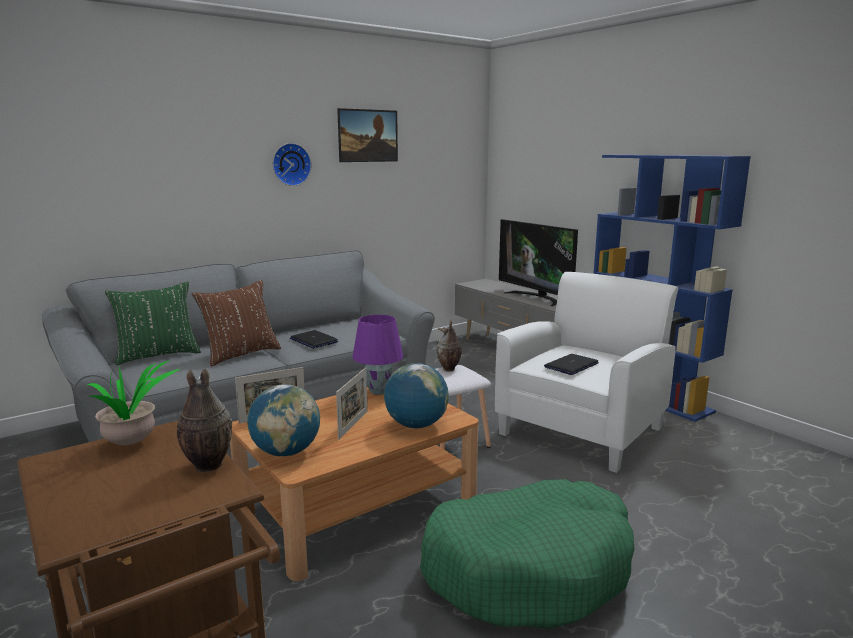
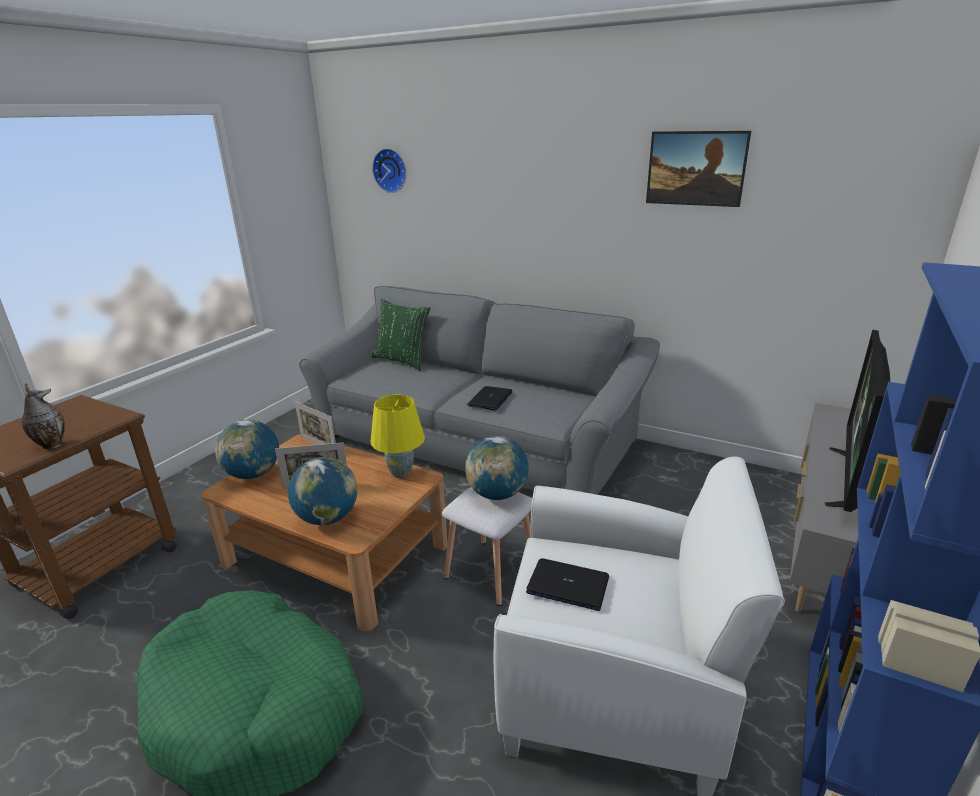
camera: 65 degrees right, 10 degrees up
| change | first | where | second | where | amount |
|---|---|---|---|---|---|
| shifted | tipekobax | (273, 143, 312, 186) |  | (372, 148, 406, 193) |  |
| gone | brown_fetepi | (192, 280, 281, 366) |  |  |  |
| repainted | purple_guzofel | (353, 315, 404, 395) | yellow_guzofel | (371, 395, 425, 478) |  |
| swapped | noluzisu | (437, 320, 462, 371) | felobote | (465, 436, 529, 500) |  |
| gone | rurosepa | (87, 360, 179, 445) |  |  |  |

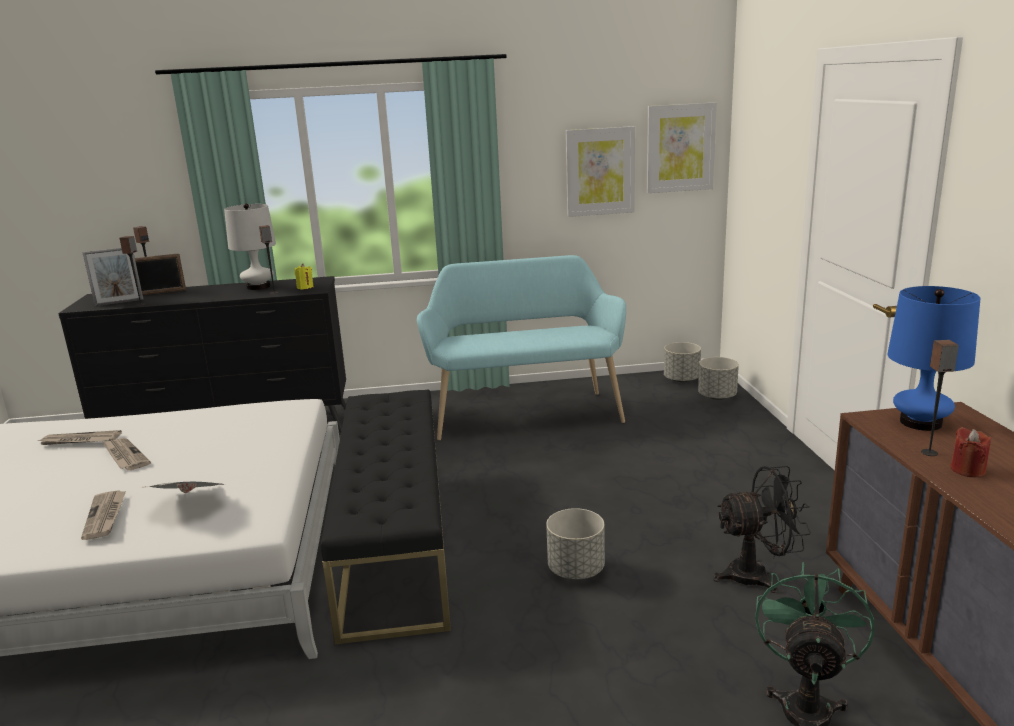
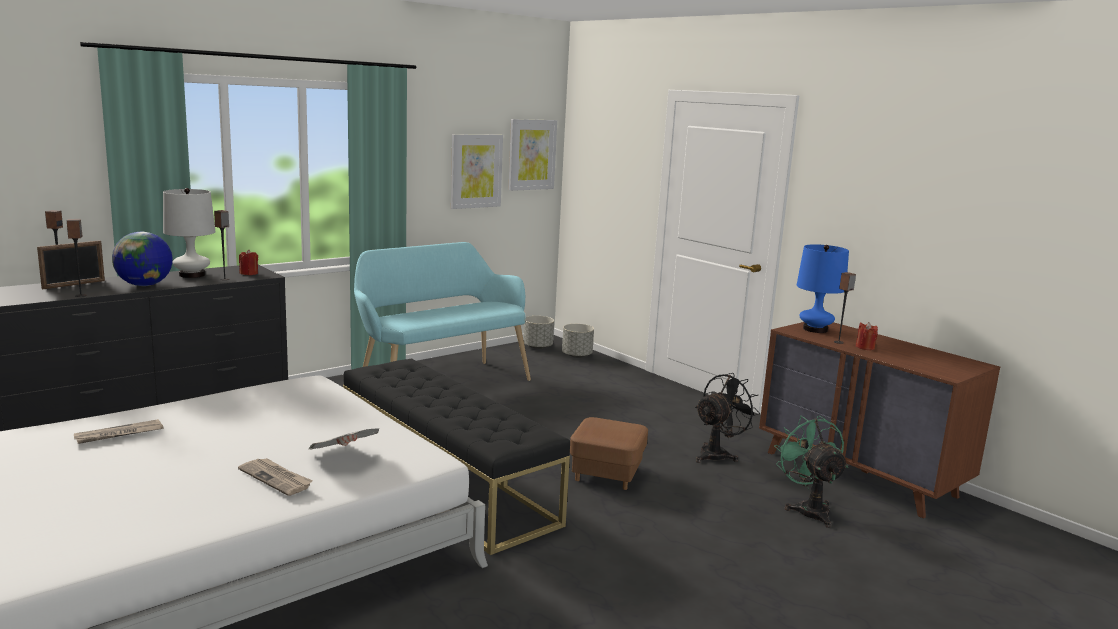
camera: 35 degrees left, 5 degrees down
| change | first | where | second | where | amount |
|---|---|---|---|---|---|
| gone | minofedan | (82, 248, 143, 306) |  |  |  |
| repainted | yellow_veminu | (295, 264, 314, 289) | red_veminu | (239, 250, 258, 275) |  |
| gone | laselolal | (102, 438, 151, 470) |  |  |  |
| swapped | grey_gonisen | (546, 508, 605, 579) | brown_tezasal | (570, 417, 648, 490) |  |
| new |  |  | felobote | (112, 232, 173, 286) |  |

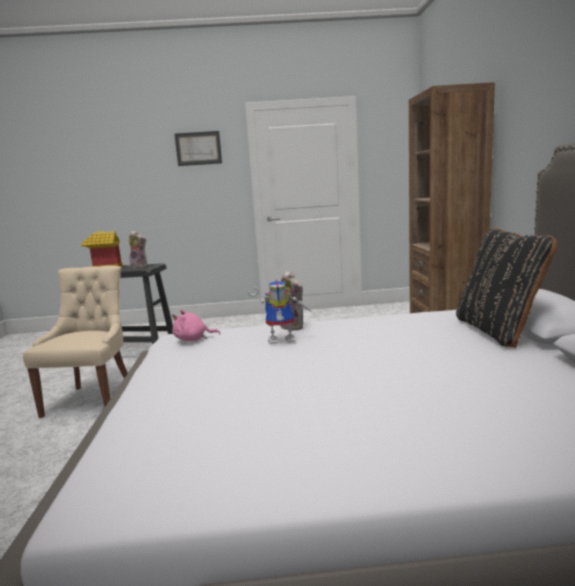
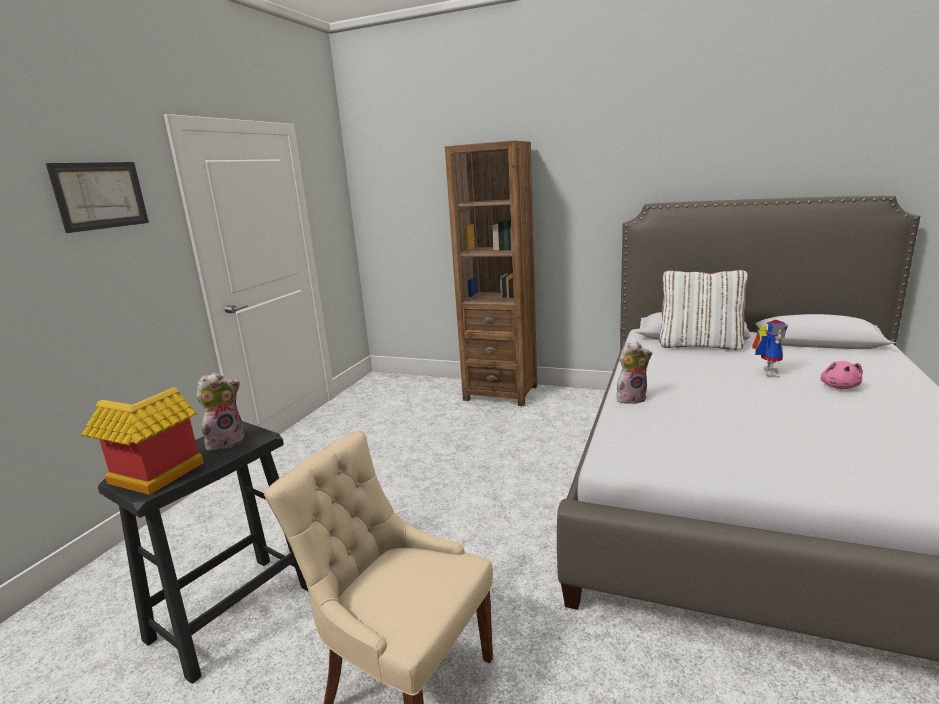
camera: 65 degrees left, 5 degrees up
| change | first | where | second | where | amount |
|---|---|---|---|---|---|
| repainted | black_fetepi | (456, 227, 558, 348) | white_fetepi | (659, 270, 748, 350) |  |
| shifted | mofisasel | (247, 279, 313, 344) |  | (752, 320, 788, 378) |  |
| shifted | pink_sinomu | (172, 309, 221, 341) |  | (820, 361, 863, 389) |  |

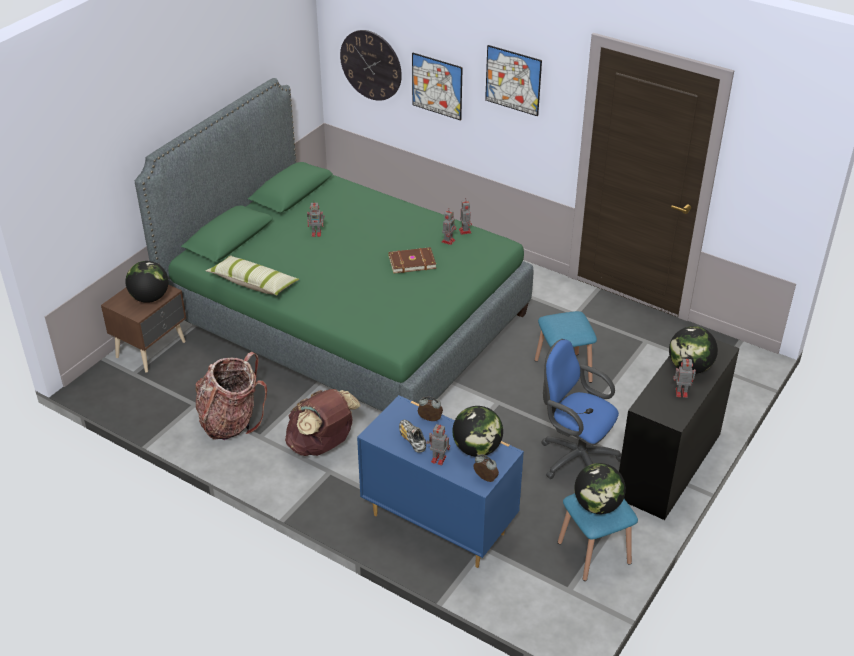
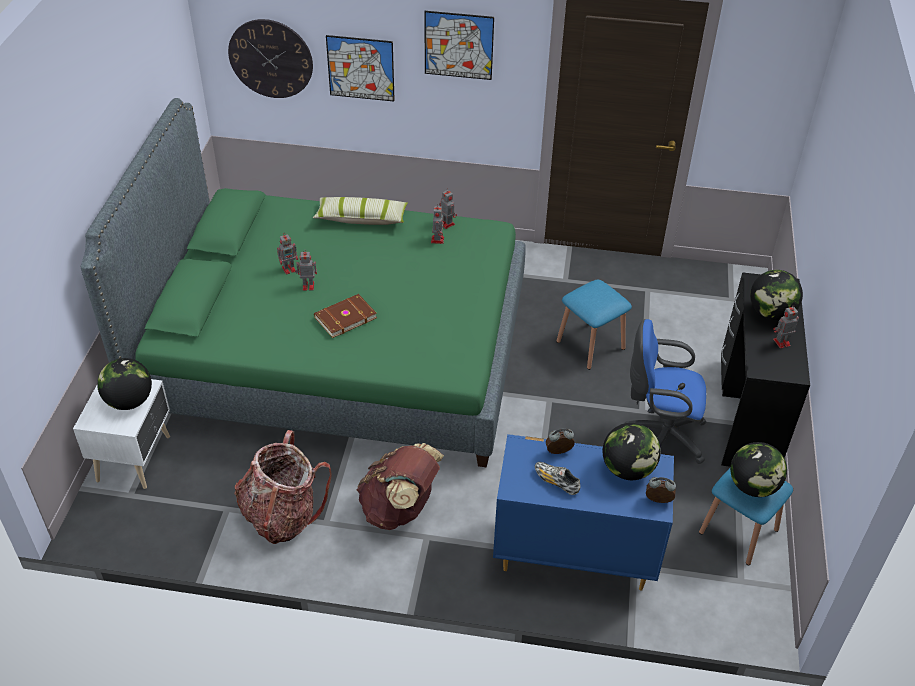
camera: 25 degrees left, 5 degrees up
| change | first | where | second | where | amount |
|---|---|---|---|---|---|
| shifted | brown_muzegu | (388, 247, 436, 274) |  | (314, 294, 377, 338) |  |
| shifted | fetepi | (206, 255, 299, 296) |  | (313, 197, 408, 225) |  |
| repainted | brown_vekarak | (101, 284, 186, 373) | white_vekarak | (73, 379, 170, 489) |  |
| shifted | mofisasel | (427, 423, 450, 466) |  | (295, 249, 317, 291) |  |

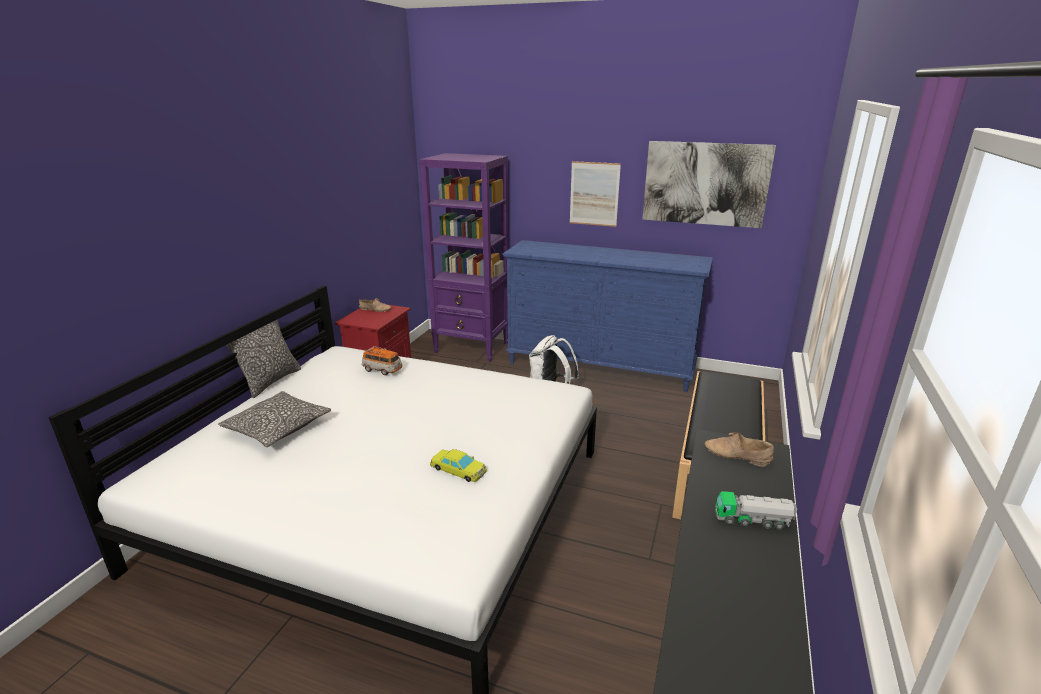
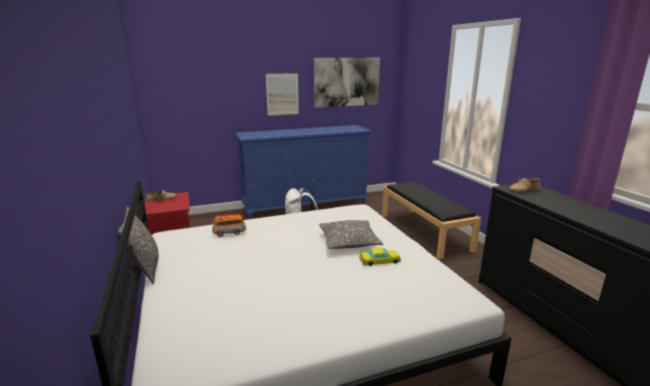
camera: 40 degrees left, 5 degrees down
| change | first | where | second | where | amount |
|---|---|---|---|---|---|
| gone | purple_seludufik | (419, 153, 508, 362) |  |  |  |
| shifted | fetepi | (218, 391, 331, 447) |  | (319, 220, 383, 249) |  |
| gone | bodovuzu | (715, 491, 797, 530) |  |  |  |

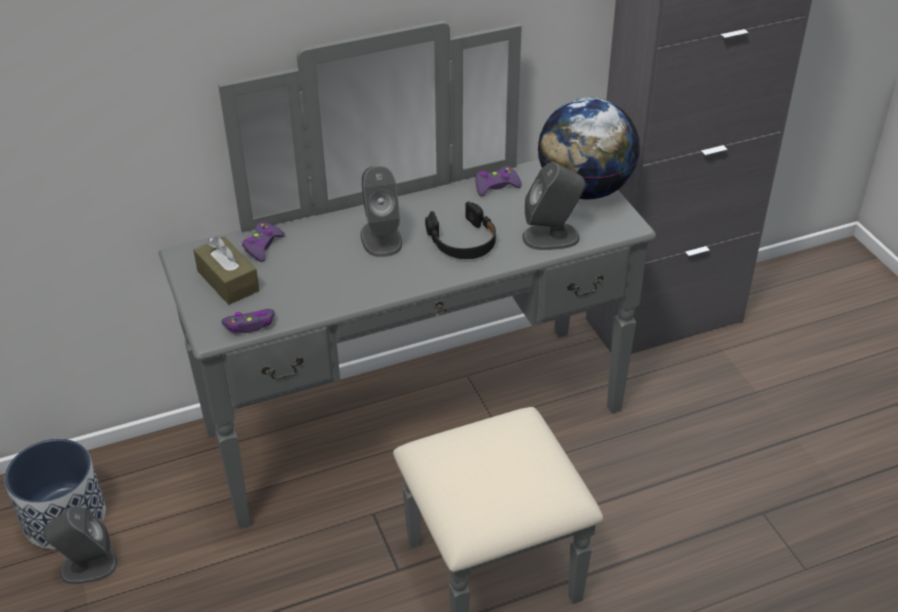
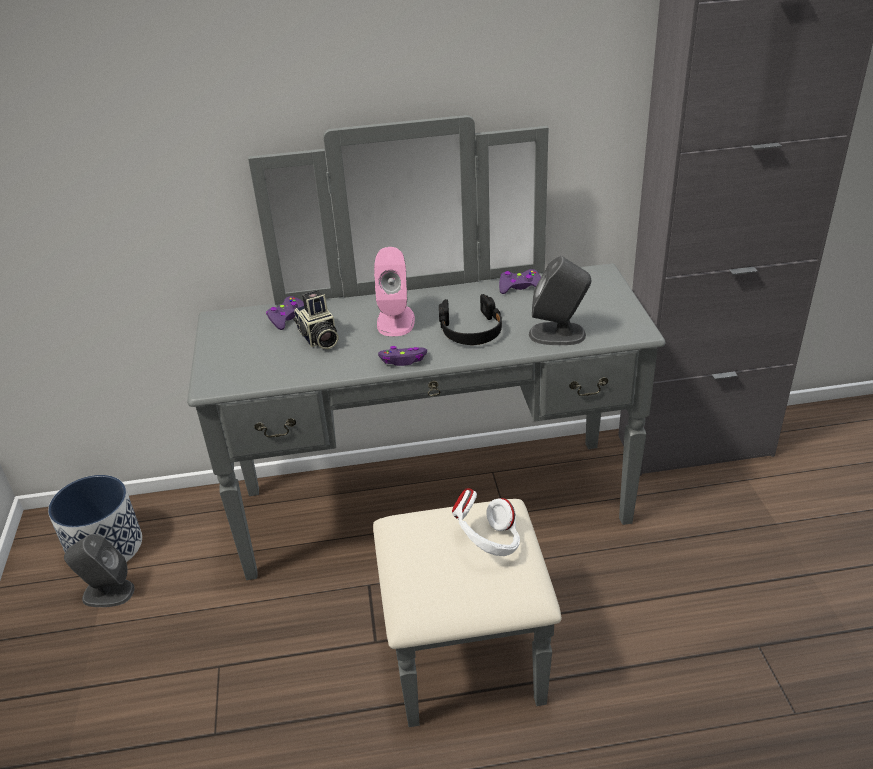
camera: 15 degrees right, 5 degrees down
| change | first | where | second | where | amount |
|---|---|---|---|---|---|
| gone | felobote | (538, 97, 640, 200) |  |  |  |
| repainted | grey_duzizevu | (361, 166, 402, 257) | pink_duzizevu | (374, 247, 415, 336) |  |
| gone | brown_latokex | (193, 237, 260, 305) |  |  |  |
| shifted | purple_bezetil | (221, 309, 274, 333) |  | (378, 346, 427, 366) |  |
| new |  |  | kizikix | (293, 290, 339, 349) |  |
| new |  |  | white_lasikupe | (452, 488, 520, 556) |  |

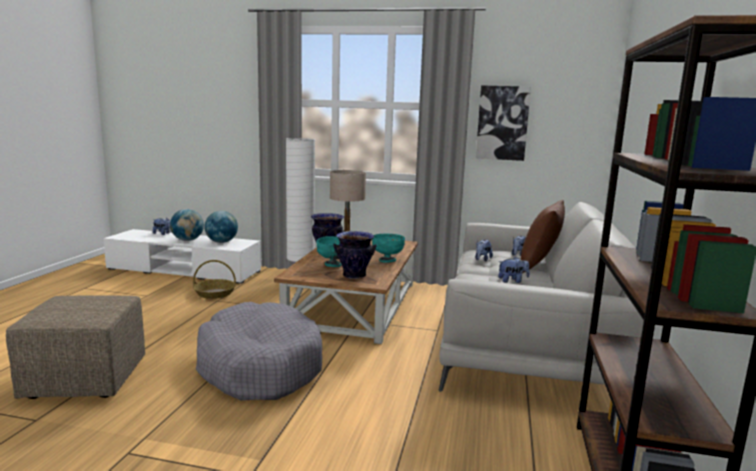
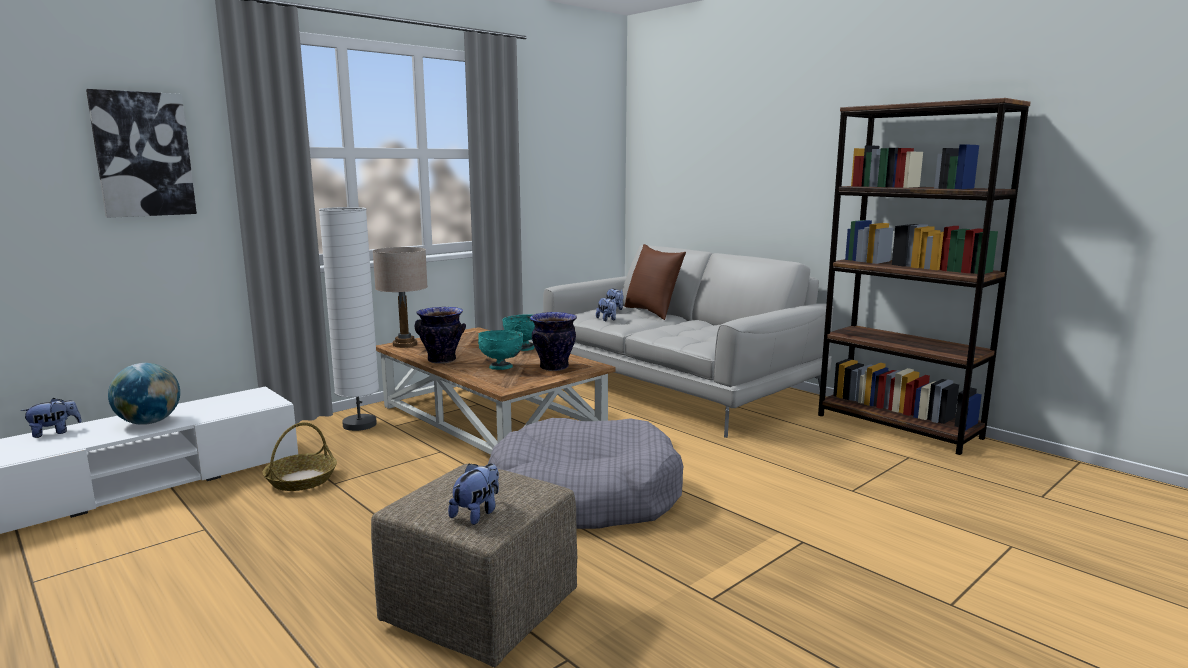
camera: 55 degrees left, 0 degrees up
| change | first | where | second | where | amount |
|---|---|---|---|---|---|
| shifted | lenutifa | (476, 85, 531, 161) |  | (86, 89, 197, 218) |  |
| gone | felobote | (205, 211, 238, 243) |  |  |  |
| shifted | sinomu | (498, 257, 530, 283) |  | (448, 463, 499, 525) |  |

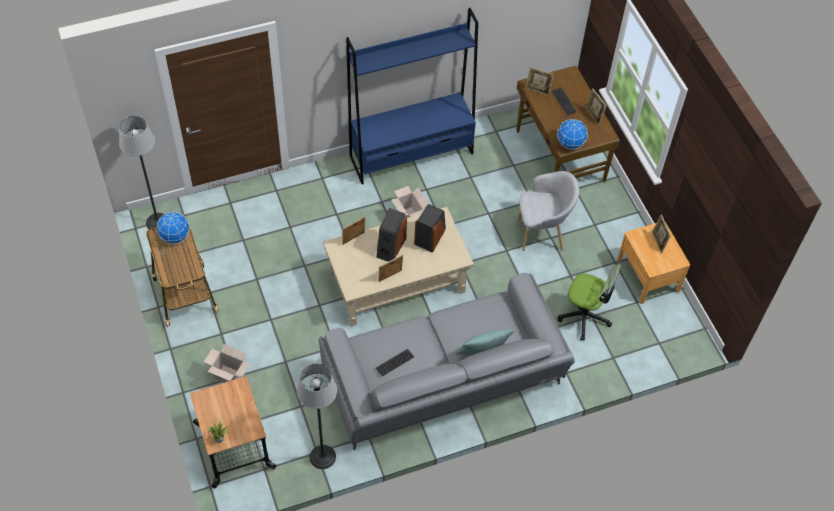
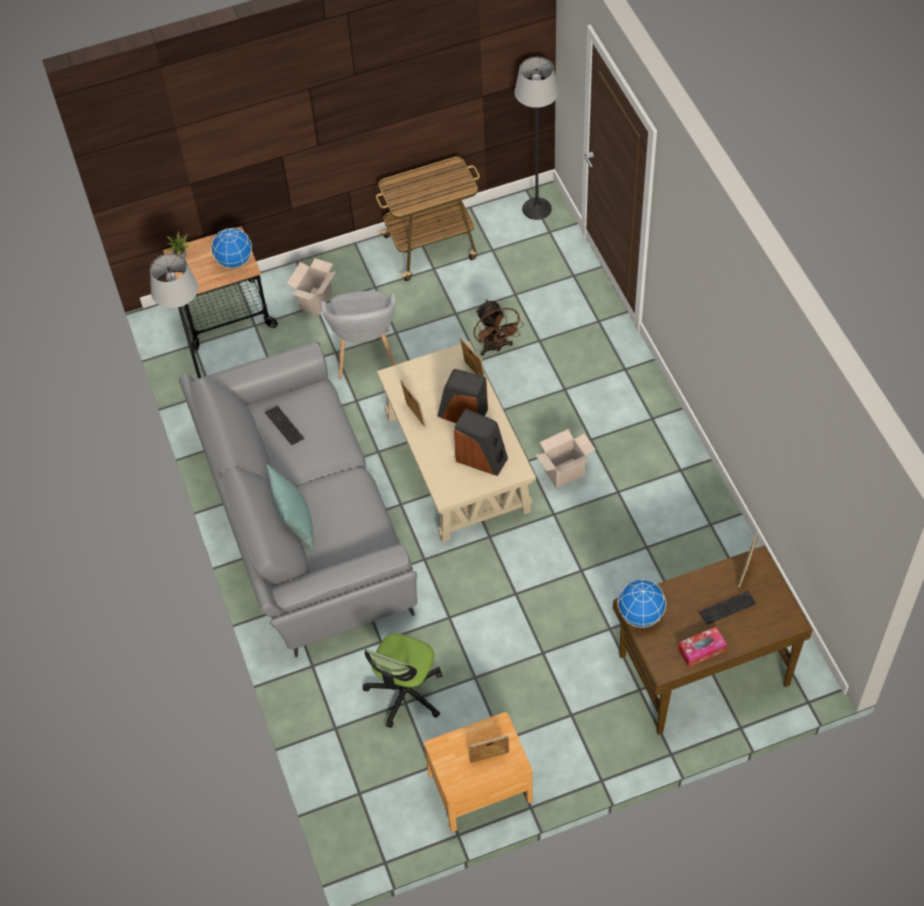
camera: 95 degrees right, 0 degrees up
| change | first | where | second | where | amount |
|---|---|---|---|---|---|
| gone | blue_seludufik | (346, 8, 478, 184) |  |  |  |
| swapped | minofedan | (586, 88, 607, 125) | latokex | (678, 627, 727, 667) |  |
| shifted | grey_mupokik | (517, 171, 579, 251) |  | (321, 291, 396, 378) |  |
| shifted | felobote | (157, 212, 189, 244) |  | (211, 228, 252, 268) |  |
| new |  |  | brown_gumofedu | (474, 299, 524, 356) |  |

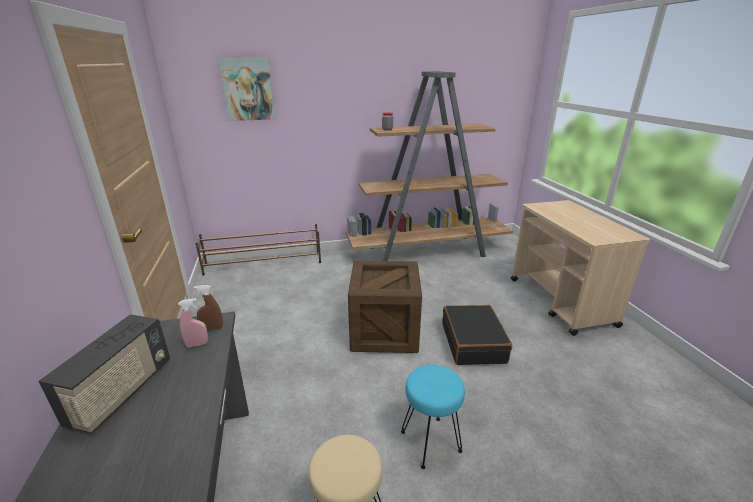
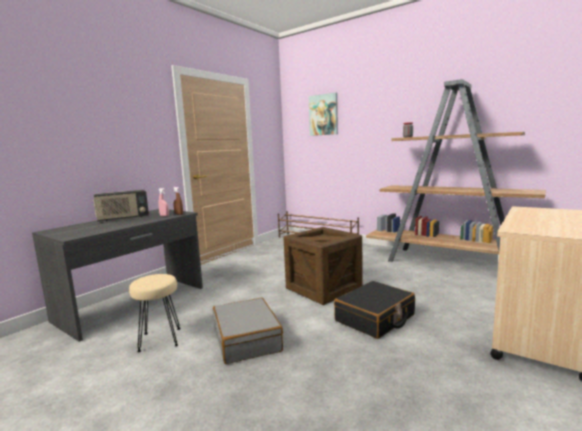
camera: 50 degrees right, 15 degrees down
| change | first | where | second | where | amount |
|---|---|---|---|---|---|
| swapped | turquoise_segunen | (401, 365, 465, 469) | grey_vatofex | (213, 298, 283, 364) |  |

